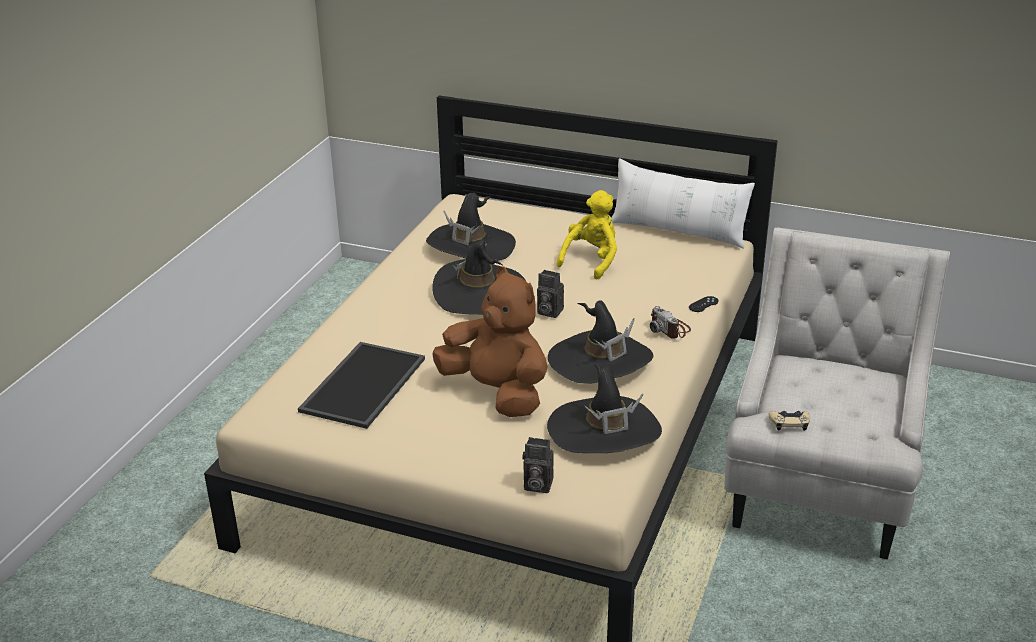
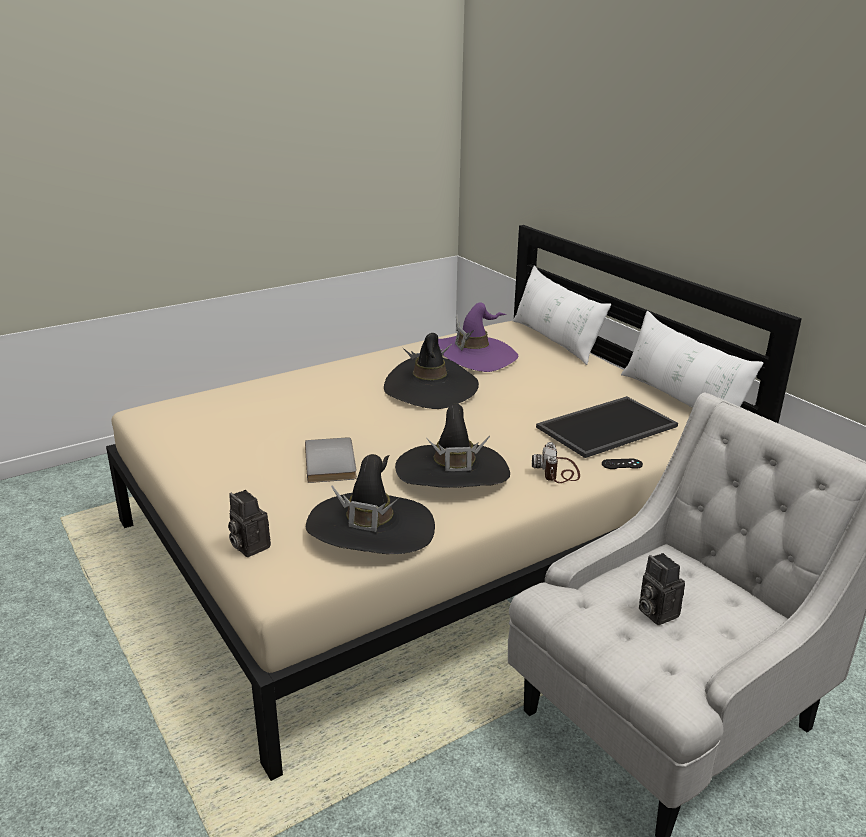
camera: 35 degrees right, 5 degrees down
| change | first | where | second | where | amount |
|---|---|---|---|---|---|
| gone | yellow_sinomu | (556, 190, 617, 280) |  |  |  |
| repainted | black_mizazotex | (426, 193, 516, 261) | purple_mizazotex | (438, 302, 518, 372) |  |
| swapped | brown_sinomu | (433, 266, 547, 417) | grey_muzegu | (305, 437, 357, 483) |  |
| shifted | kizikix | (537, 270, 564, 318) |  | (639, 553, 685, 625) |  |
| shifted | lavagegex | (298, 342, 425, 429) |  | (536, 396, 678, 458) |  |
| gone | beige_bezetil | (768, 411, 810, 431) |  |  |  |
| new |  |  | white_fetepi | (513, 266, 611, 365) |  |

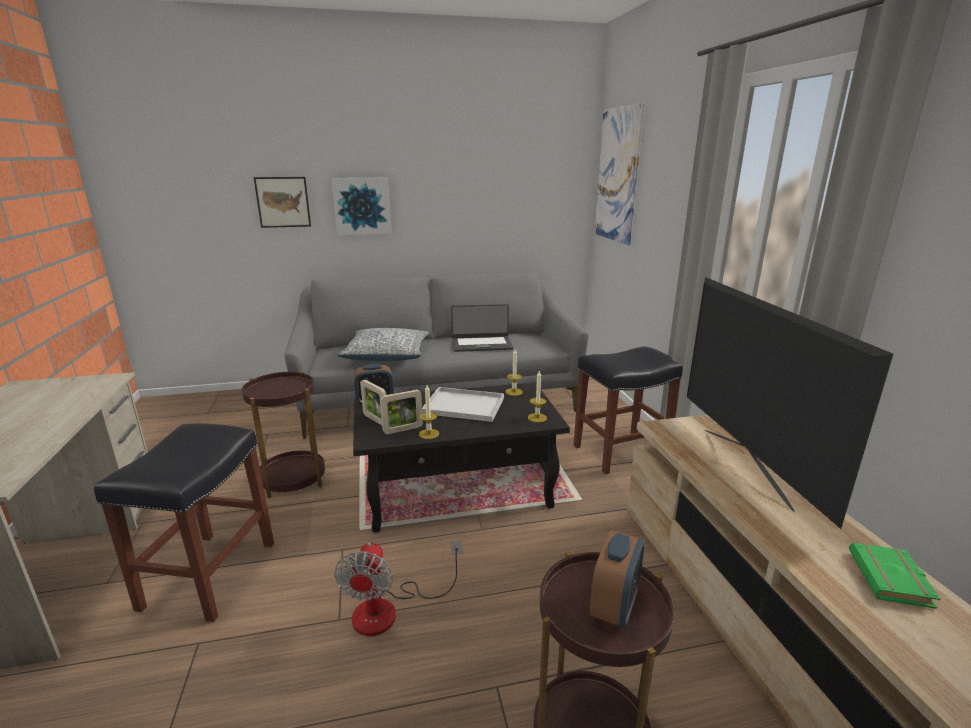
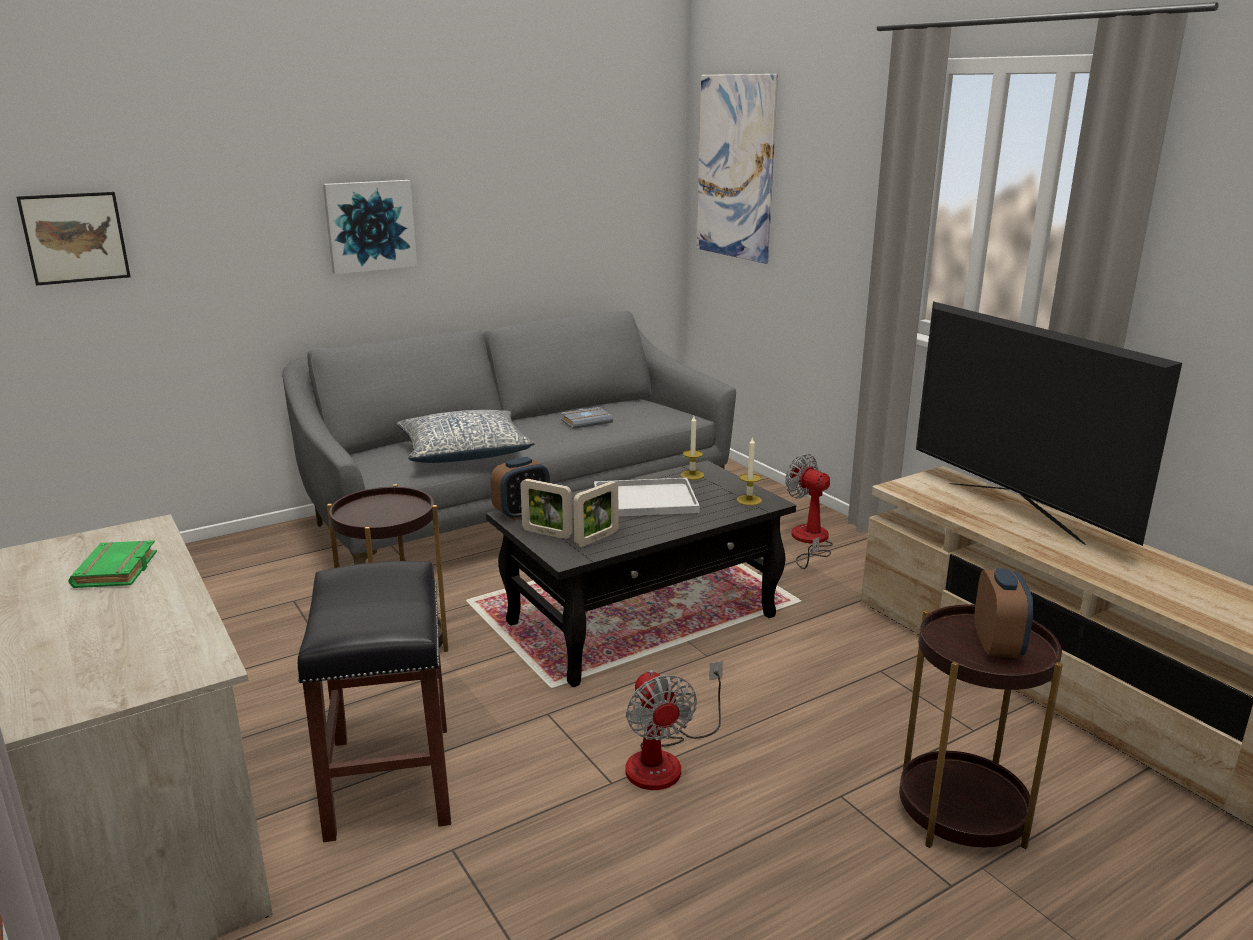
camera: 20 degrees left, 0 degrees up
| change | first | where | second | where | amount |
|---|---|---|---|---|---|
| shifted | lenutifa | (254, 177, 311, 228) |  | (16, 192, 131, 286) |  |
| swapped | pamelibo | (451, 304, 513, 352) | grey_muzegu | (561, 407, 613, 429) |  |
| swapped | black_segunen | (573, 346, 683, 475) | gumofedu | (785, 454, 833, 569) |  |
| gone | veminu | (419, 385, 439, 439) |  |  |  |
| shifted | green_muzegu | (849, 543, 940, 609) |  | (68, 540, 157, 588) |  |

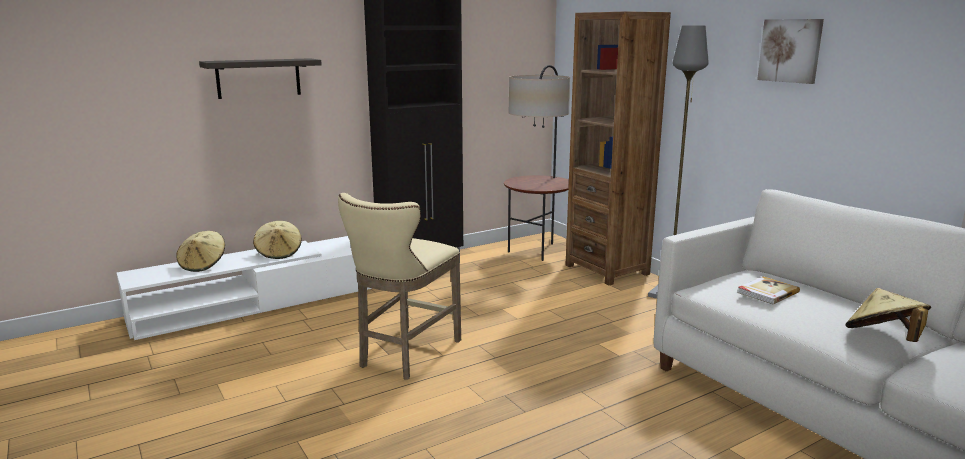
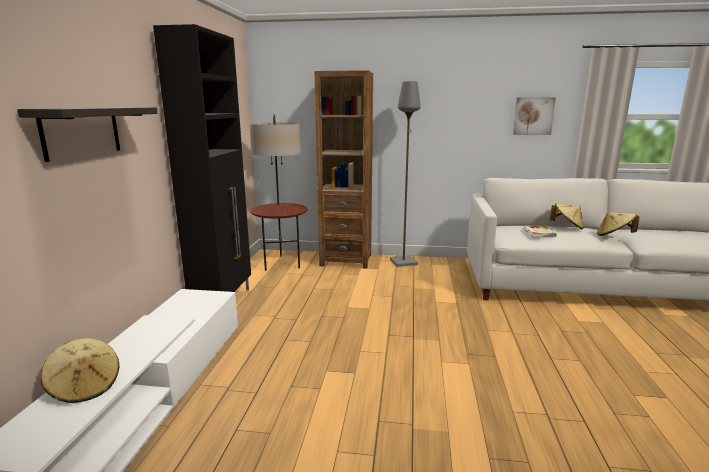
camera: 50 degrees left, 0 degrees up
| change | first | where | second | where | amount |
|---|---|---|---|---|---|
| shifted | lenutifa | (757, 19, 824, 84) |  | (513, 97, 556, 135) |  |
| gone | beige_segunen | (338, 193, 461, 380) |  |  |  |
| shifted | beige_mizazotex | (253, 221, 302, 259) |  | (550, 203, 584, 229) |  |

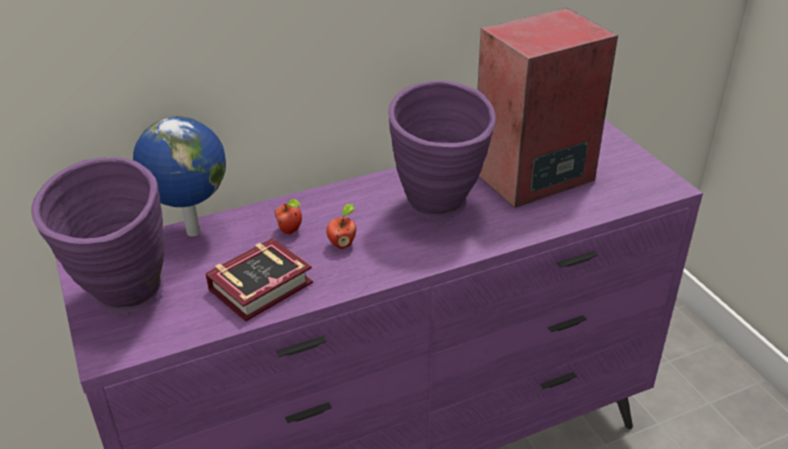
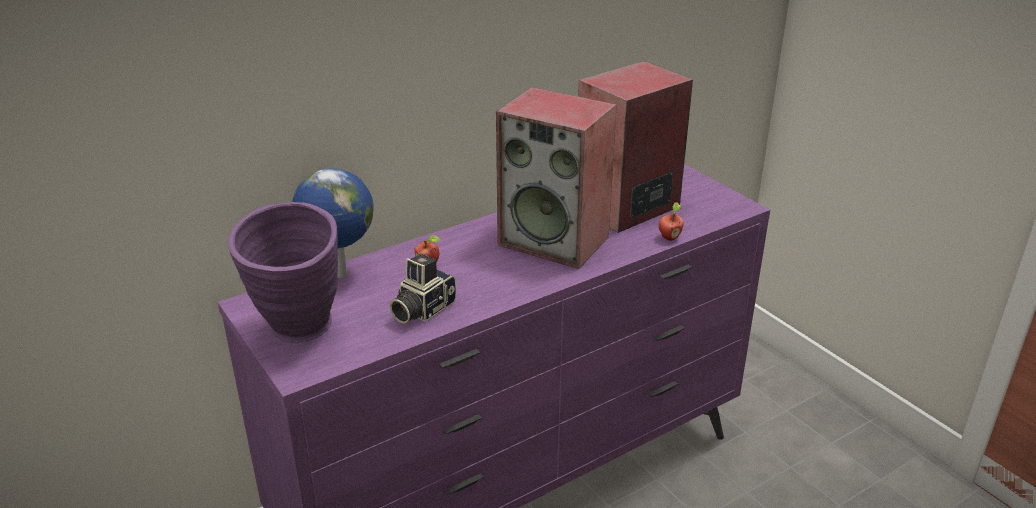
camera: 10 degrees left, 5 degrees down
| change | first | where | second | where | amount |
|---|---|---|---|---|---|
| swapped | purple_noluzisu | (388, 81, 496, 221) | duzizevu | (496, 87, 617, 269) |  |
| shifted | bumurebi | (326, 204, 356, 249) |  | (659, 202, 683, 241) |  |
| swapped | muzegu | (205, 238, 313, 321) | kizikix | (389, 254, 456, 324) |  |

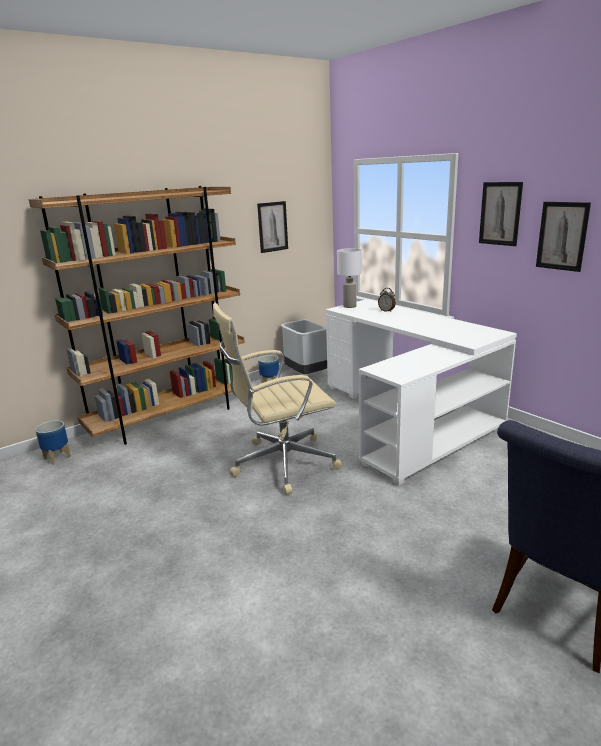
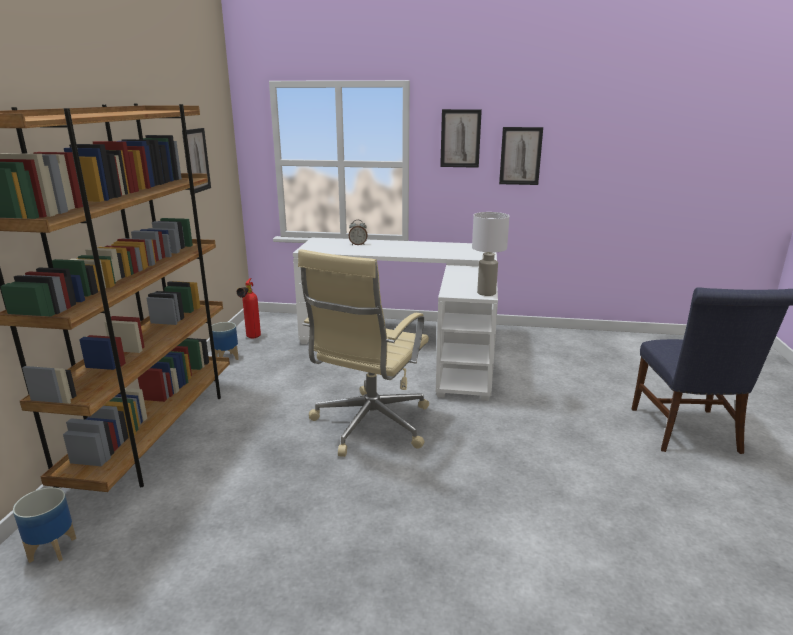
camera: 45 degrees left, 0 degrees up
| change | first | where | second | where | amount |
|---|---|---|---|---|---|
| shifted | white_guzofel | (337, 248, 362, 308) |  | (472, 212, 509, 296) |  |
| swapped | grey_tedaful | (281, 320, 327, 374) | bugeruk | (237, 278, 261, 338) |  |

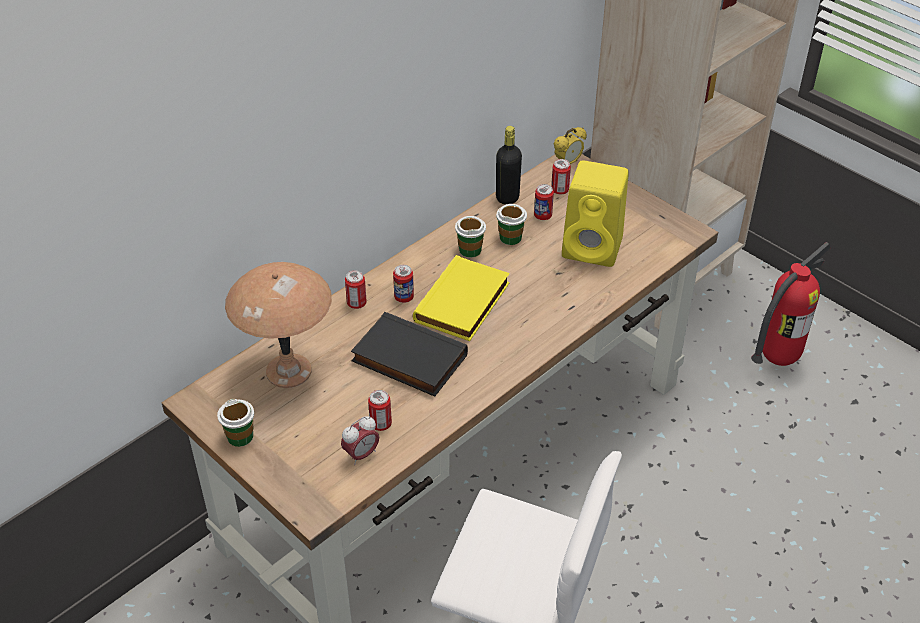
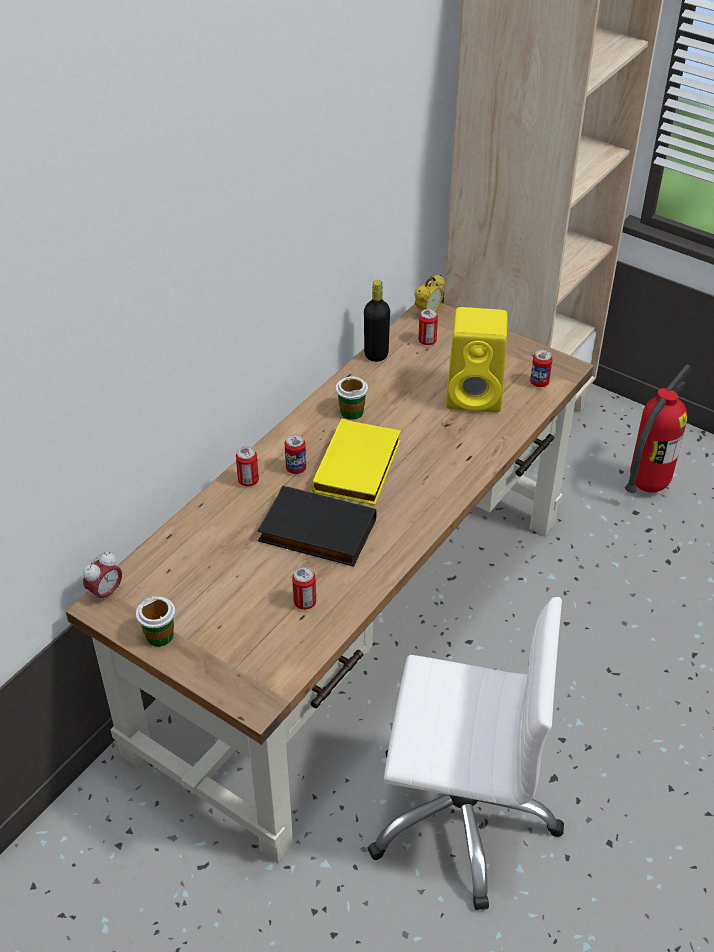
camera: 10 degrees left, 0 degrees up
| change | first | where | second | where | amount |
|---|---|---|---|---|---|
| shifted | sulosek | (534, 184, 554, 220) |  | (530, 350, 553, 387) |  |
| gone | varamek | (496, 204, 527, 245) |  |  |  |
| gone | brown_guzofel | (225, 262, 332, 388) |  |  |  |
| shifted | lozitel | (341, 416, 379, 465) |  | (83, 552, 122, 604) |  |

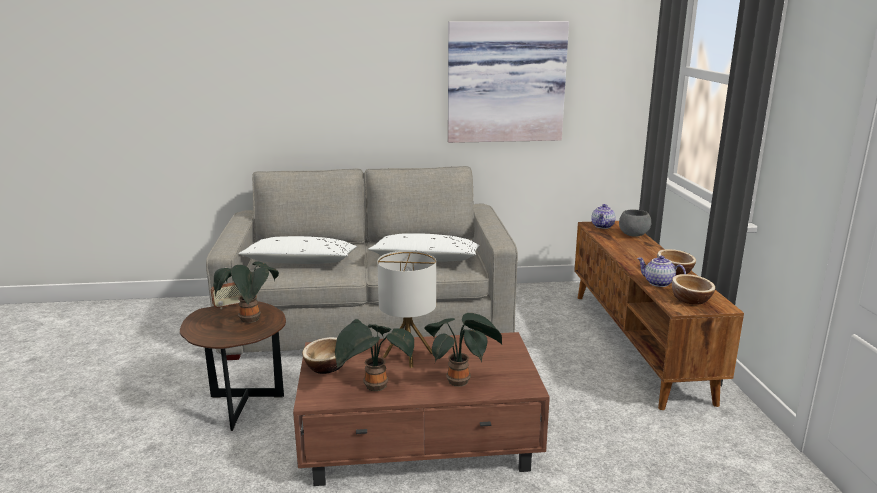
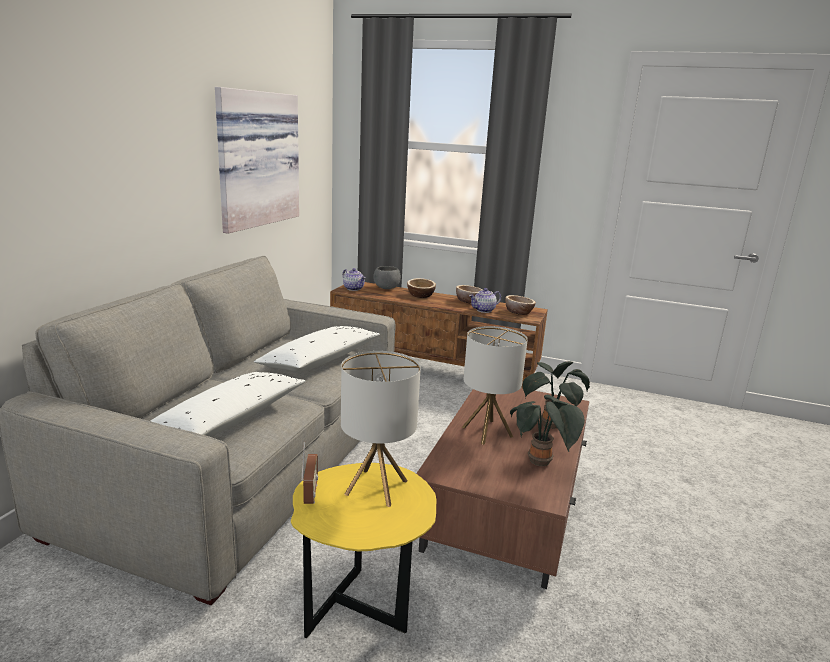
camera: 65 degrees left, 0 degrees up
| change | first | where | second | where | amount |
|---|---|---|---|---|---|
| swapped | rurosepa | (213, 261, 279, 323) | guzofel | (341, 351, 421, 507) |  |
| repainted | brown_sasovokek | (180, 301, 286, 431) | yellow_sasovokek | (291, 463, 436, 638) |  |
| shifted | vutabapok | (302, 337, 344, 374) |  | (407, 278, 436, 298) |  |

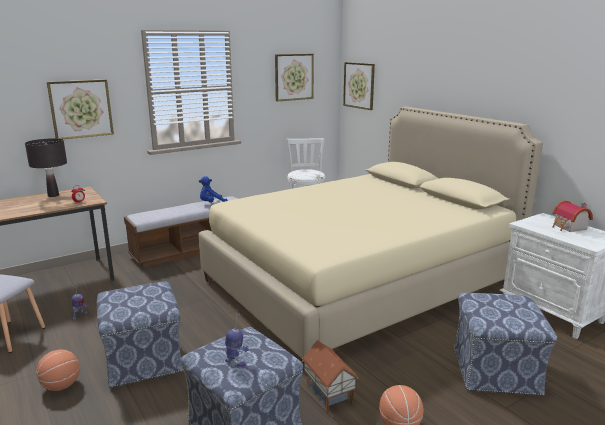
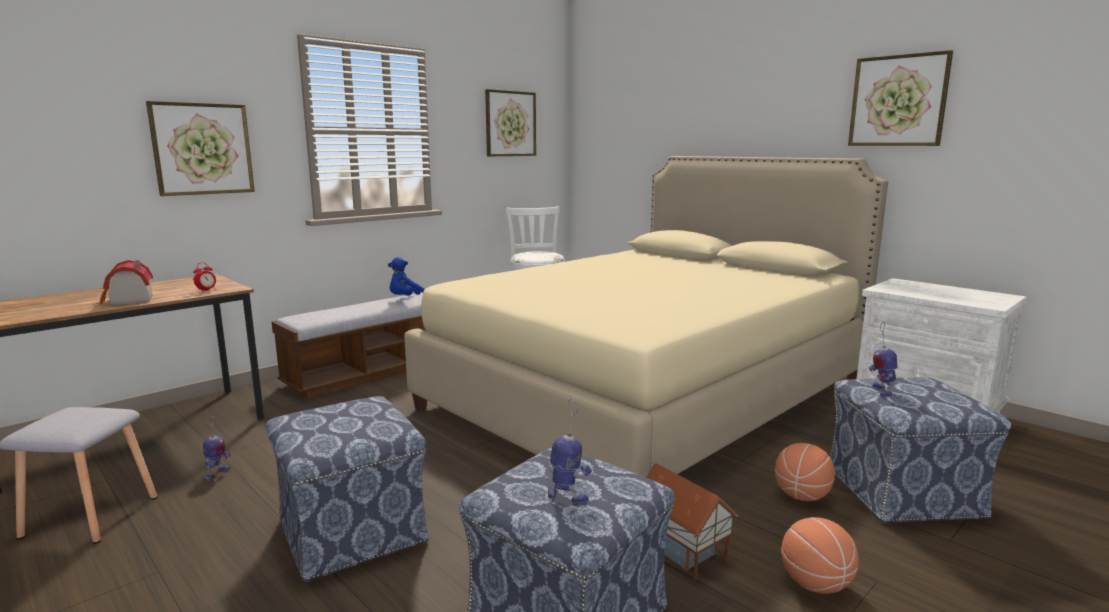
camera: 10 degrees left, 5 degrees down
| change | first | where | second | where | amount |
|---|---|---|---|---|---|
| shifted | lenutifa | (343, 62, 375, 110) |  | (848, 50, 953, 146) |  |
| gone | black_guzofel | (25, 138, 67, 197) |  |  |  |
| shifted | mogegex | (552, 200, 593, 232) |  | (99, 260, 153, 305) |  |
| shifted | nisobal | (36, 350, 80, 391) |  | (775, 443, 835, 501) |  |
| new |  |  | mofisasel | (869, 322, 897, 397) |  |

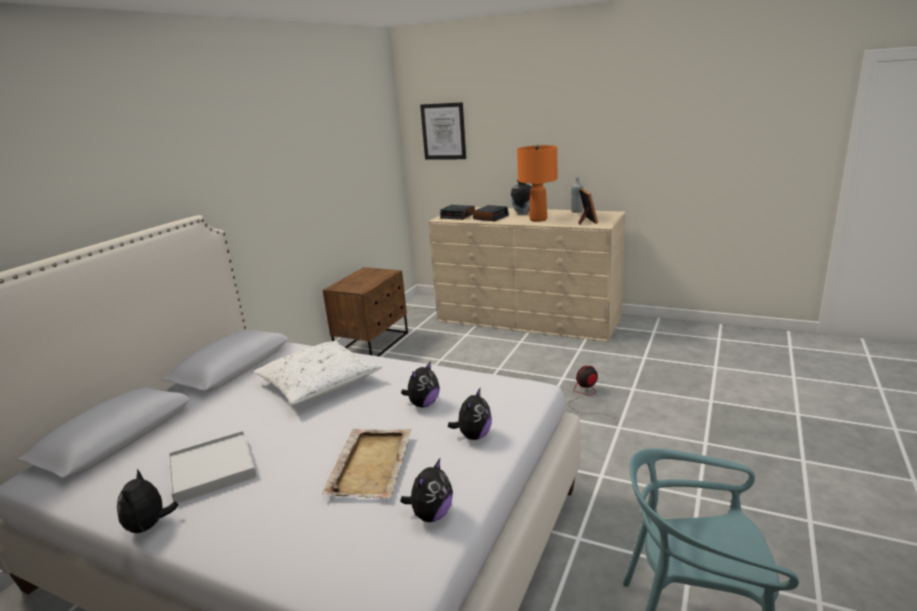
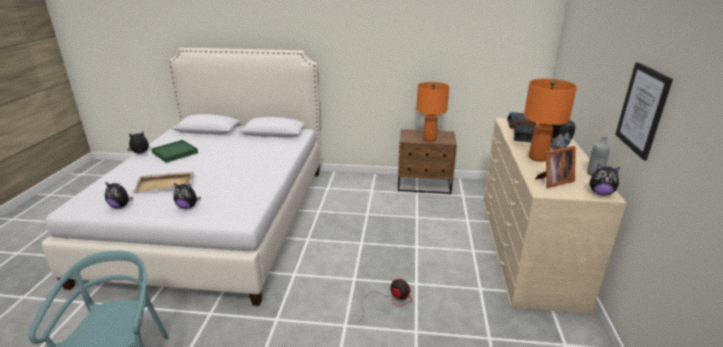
camera: 70 degrees right, 5 degrees up
| change | first | where | second | where | amount |
|---|---|---|---|---|---|
| shifted | lenutifa | (420, 102, 466, 160) |  | (615, 62, 673, 160) |  |
| gone | white_fetepi | (253, 341, 382, 405) |  |  |  |
| shifted | sinomu | (401, 361, 440, 407) |  | (590, 164, 620, 196) |  |
| repainted | white_lavagegex | (168, 431, 257, 503) | green_lavagegex | (152, 140, 198, 163) |  |
| new |  |  | orange_guzofel | (416, 82, 449, 142) |  |

